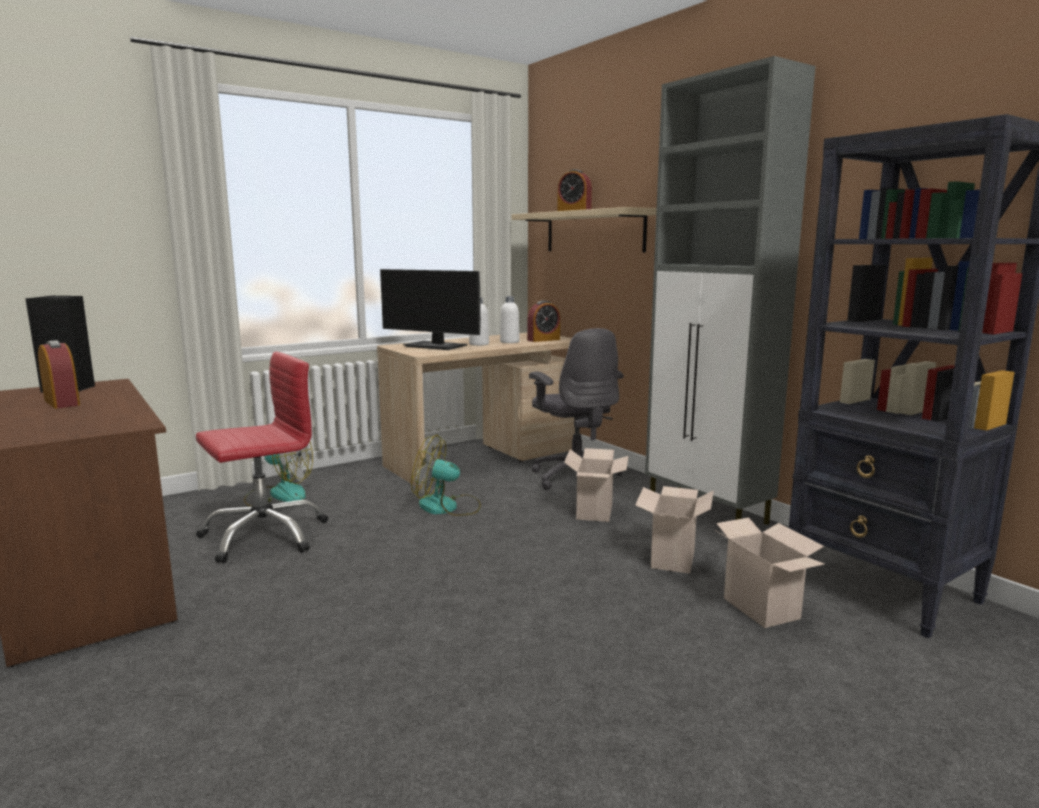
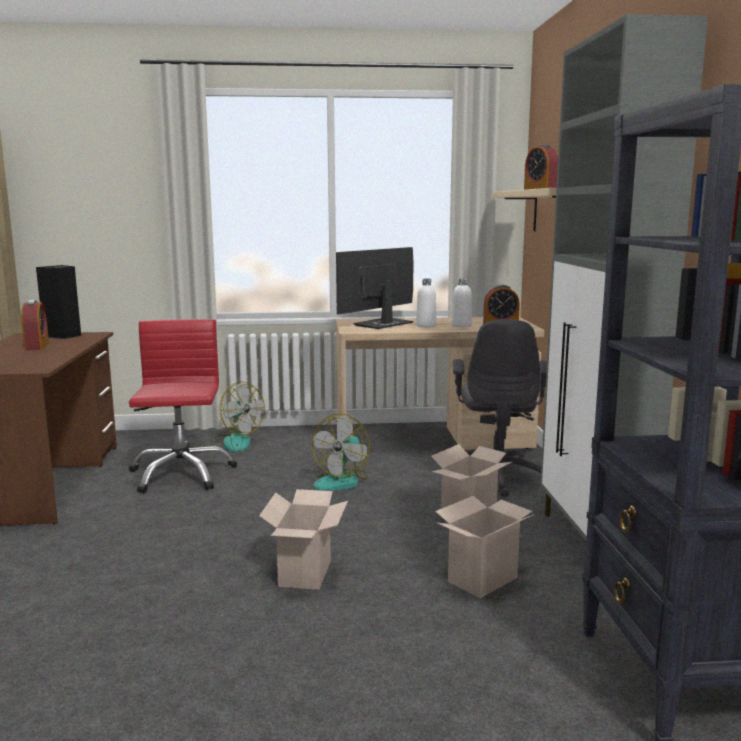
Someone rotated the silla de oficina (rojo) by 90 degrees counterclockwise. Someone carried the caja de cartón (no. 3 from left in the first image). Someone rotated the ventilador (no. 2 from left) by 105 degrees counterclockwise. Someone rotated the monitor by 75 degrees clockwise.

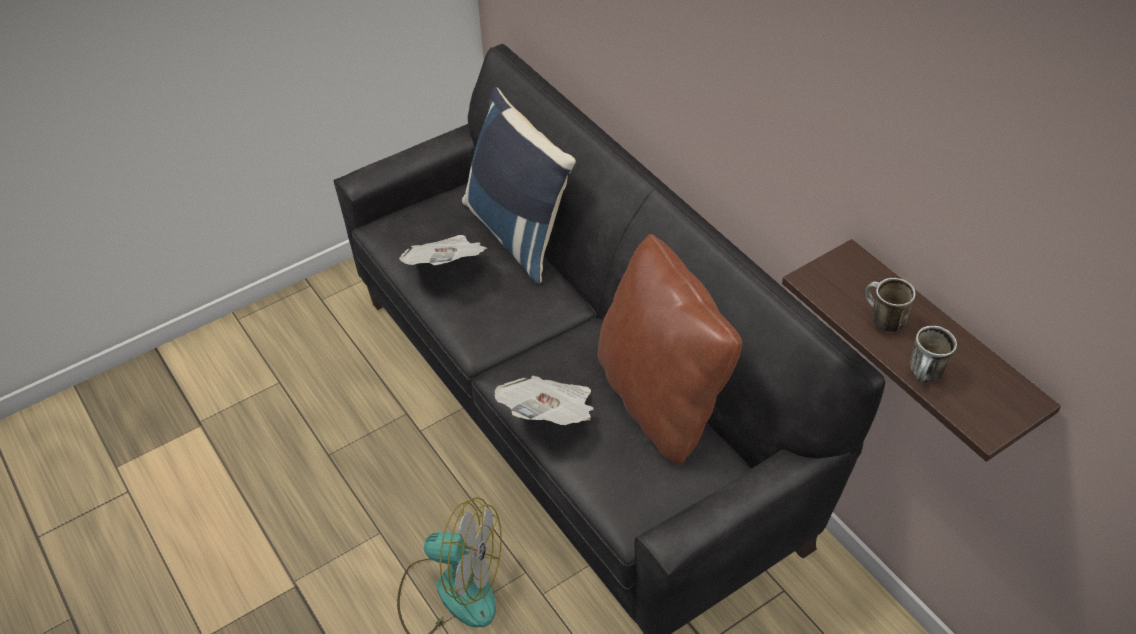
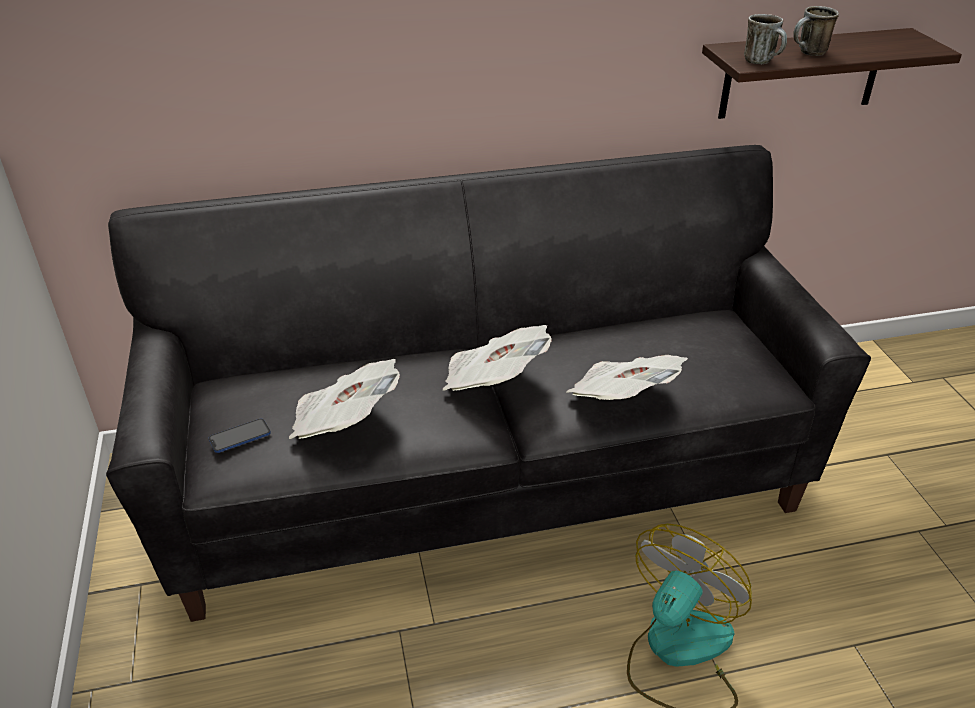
Someone put down the móvil. Someone put down the periódico (no. 2 from left). Someone carried the taza grande (no. 2 from left in the first image). Someone took away the cojín (azul). Someone took away the cojín (marrón).

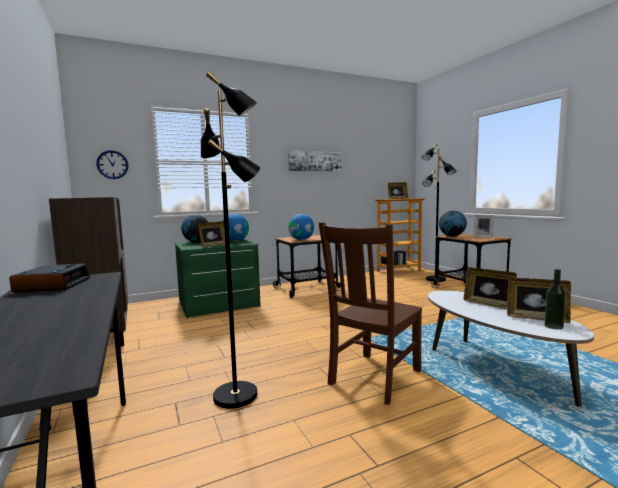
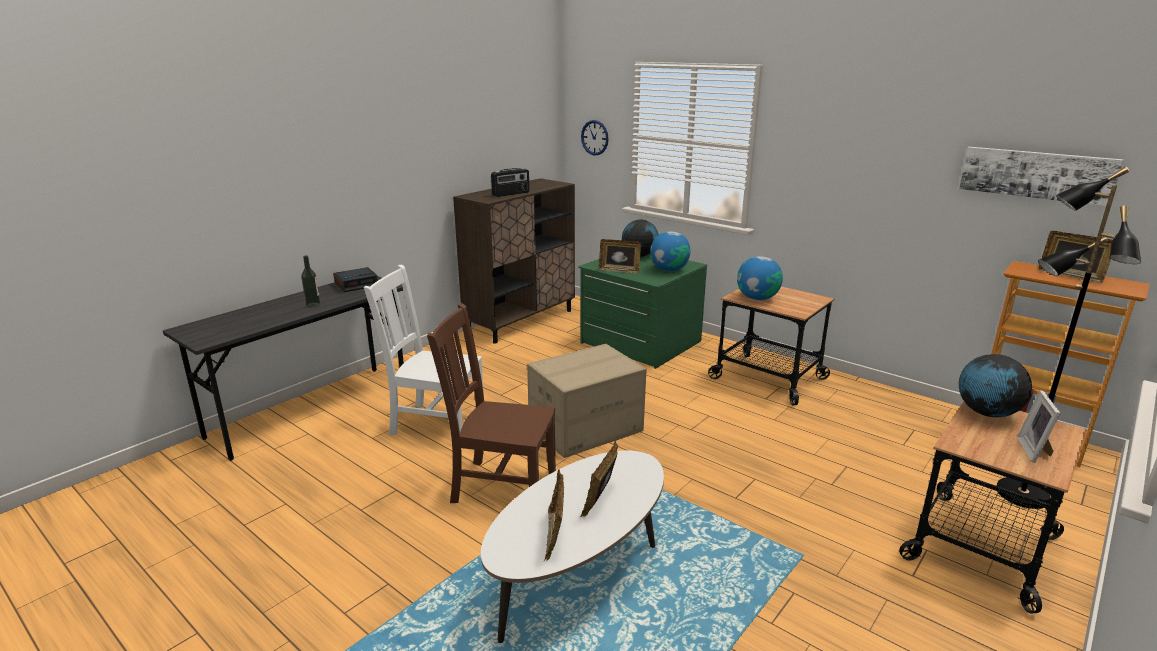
Someone carried the botella. Someone swapped the lámpara de pie (negro) (no. 1 from left) for the silla (blanco). Someone put down the radio. Someone put down the caja de cartón. Someone carried the cuadro.

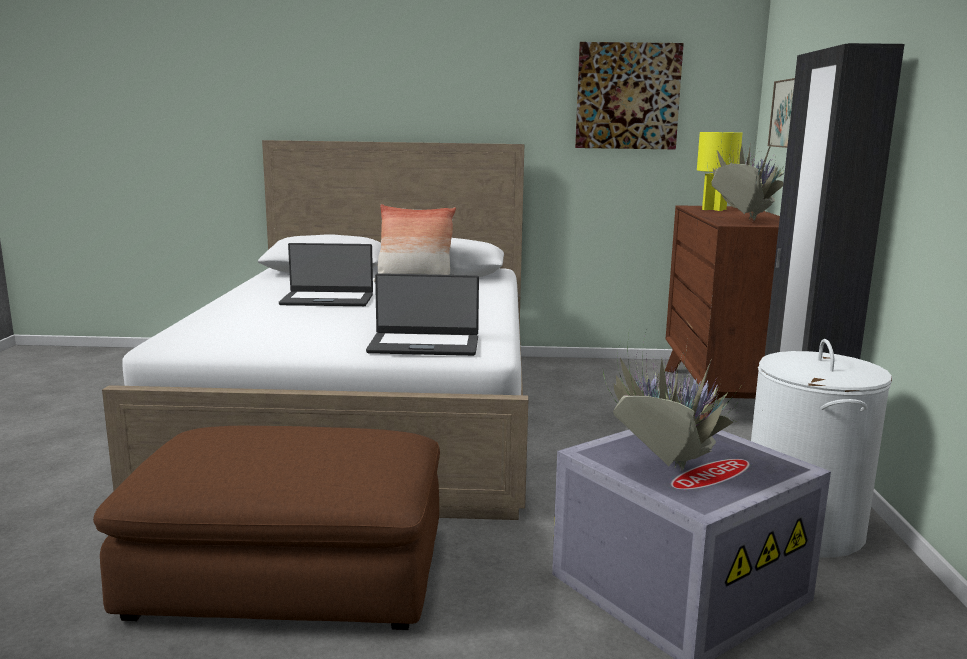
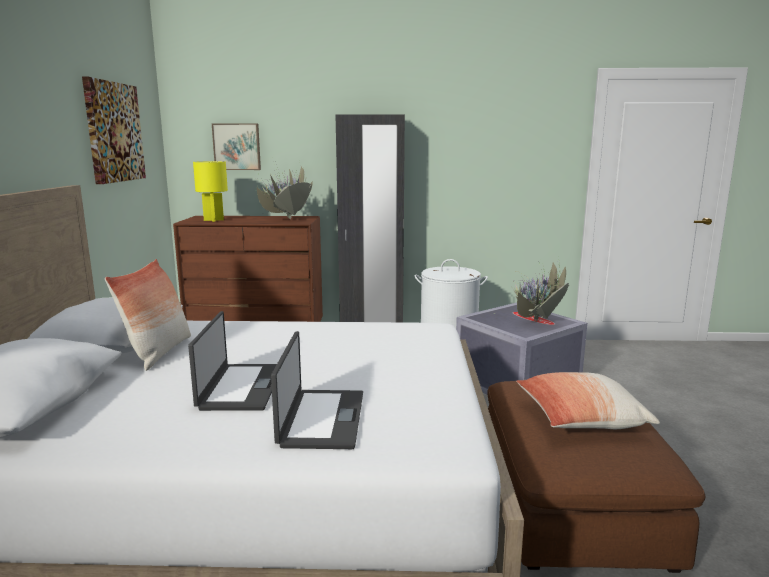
Someone carried the portátil (no. 2 from left). Someone put down the cojín (no. 2 from left).

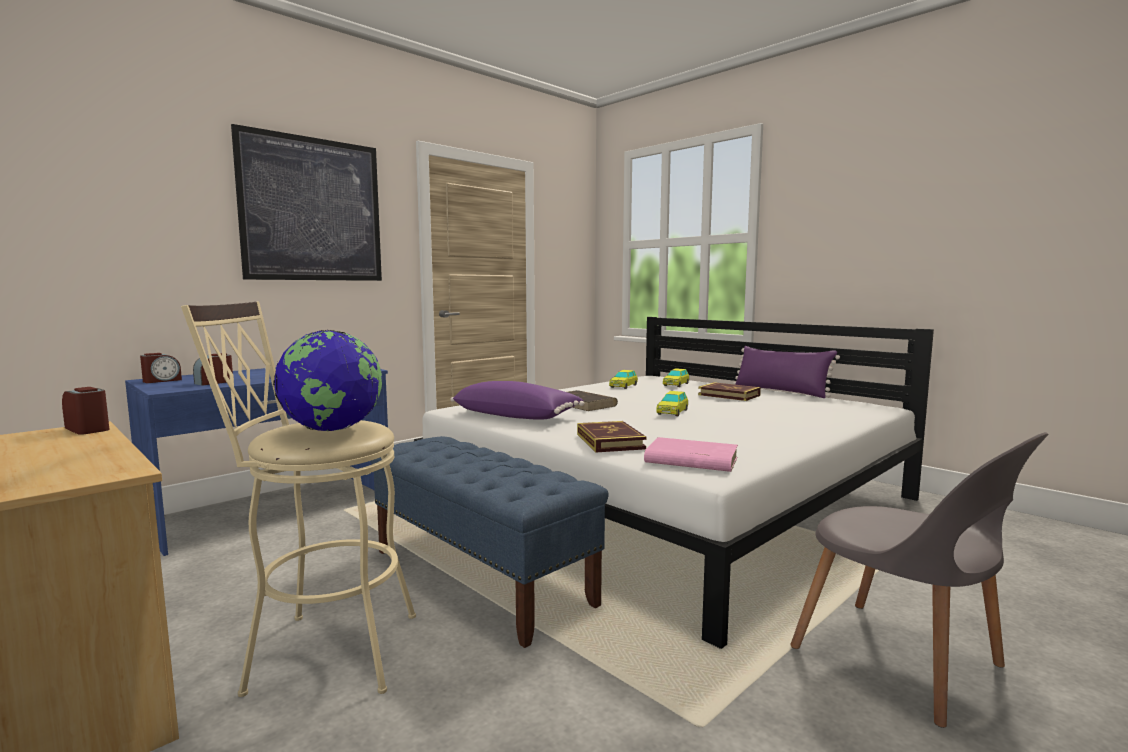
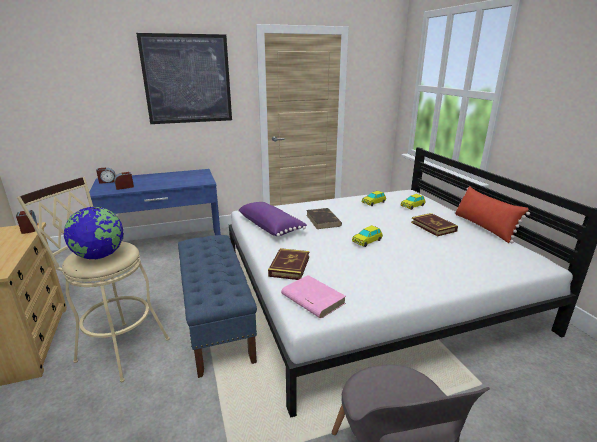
Someone repainted the cojín (morado) (no. 2 from left), which became the cojín (rojo).

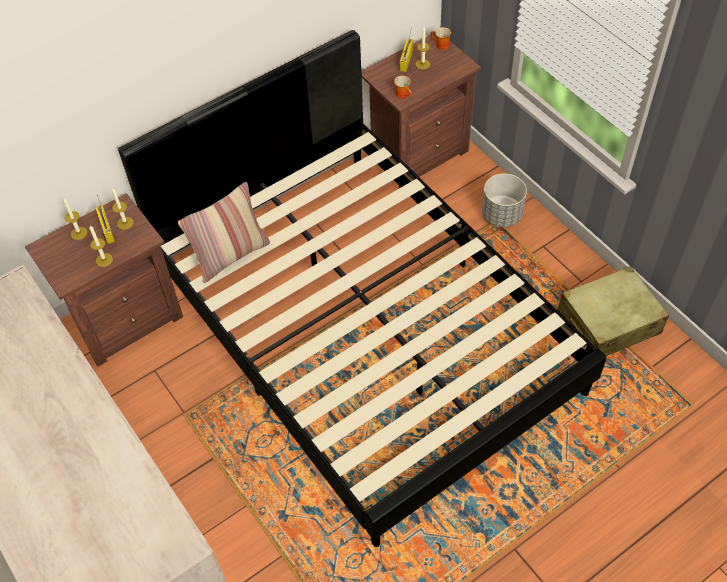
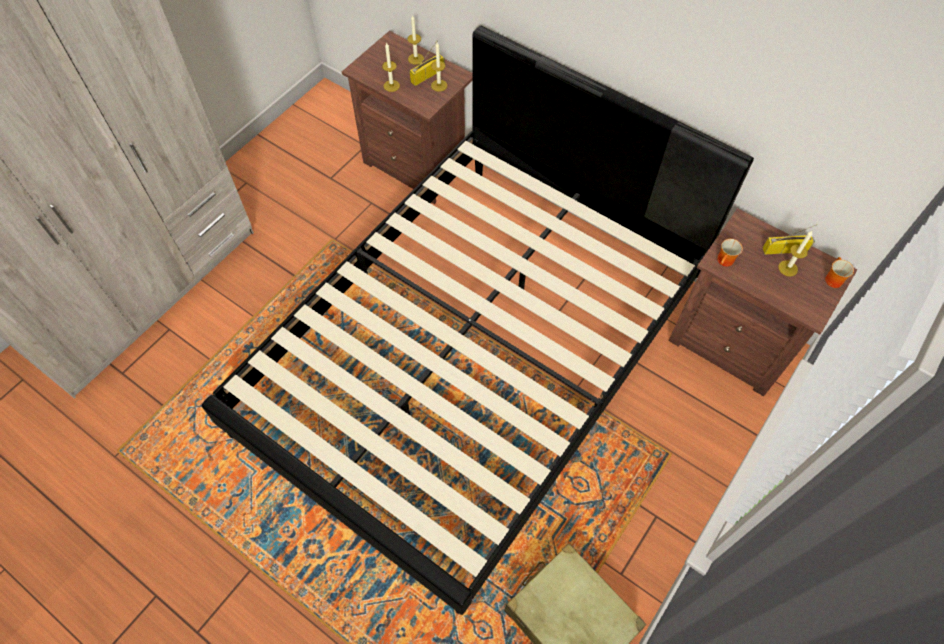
Someone took away the cojín. Someone took away the maceta (gris).

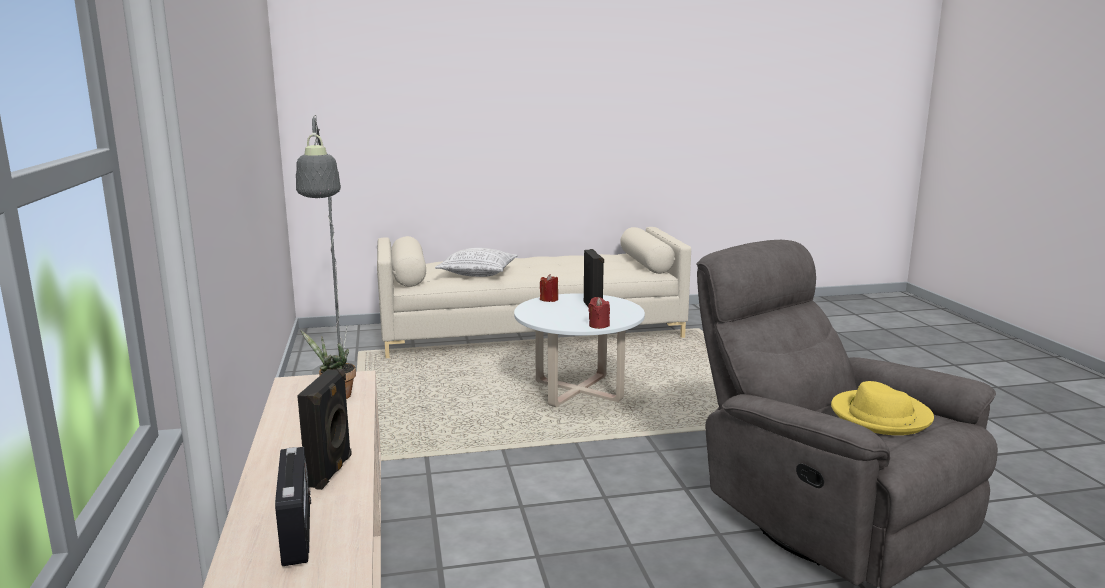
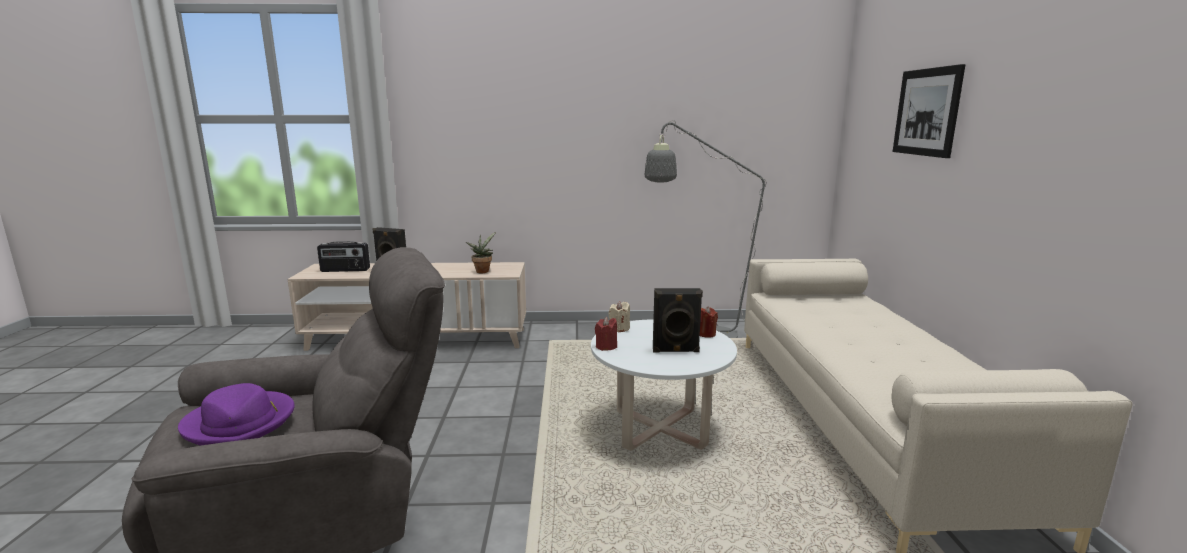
Someone repainted the sombrero (amarillo), which became the sombrero (morado). Someone put down the vela (beis). Someone put up the cuadro. Someone took away the cojín.

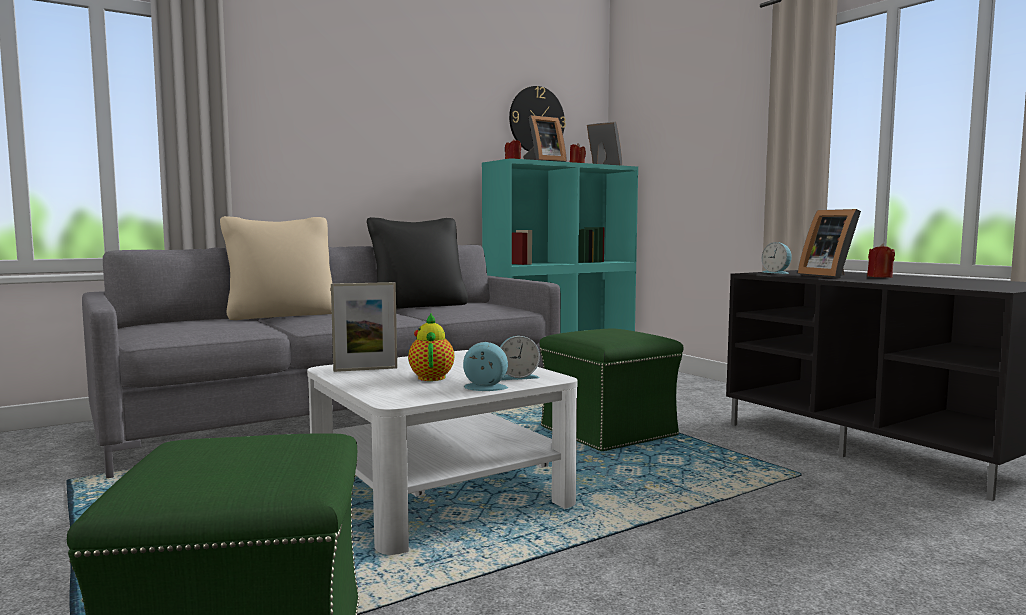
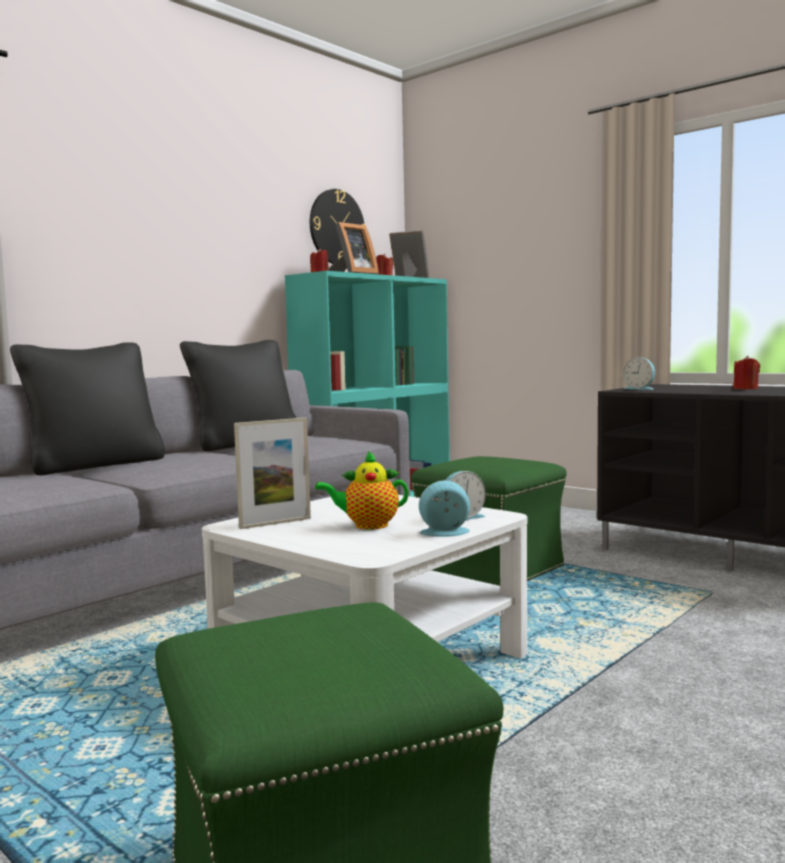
Someone repainted the cojín (beis), which became the cojín (negro) (no. 1 from left). Someone rotated the tetera by 75 degrees counterclockwise. Someone took away the portarretratos (no. 4 from left).

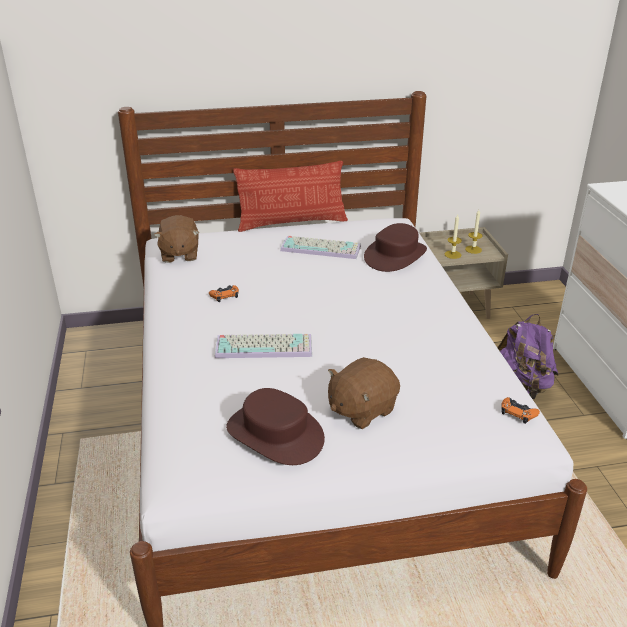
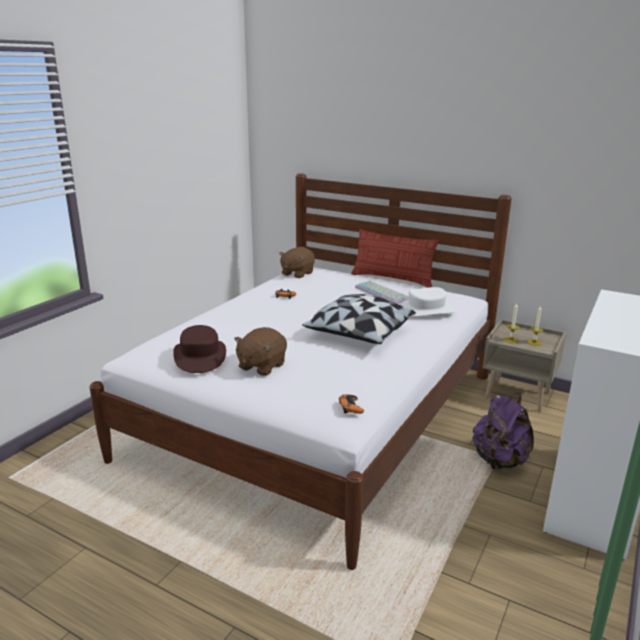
Someone rotated the peluche (marrón) (no. 2 from left in the first image) by 60 degrees counterclockwise. Someone put down the cojín (no. 1 from left). Someone repainted the sombrero (marrón) (no. 2 from left), which became the sombrero (blanco). Someone took away the teclado (no. 1 from left).

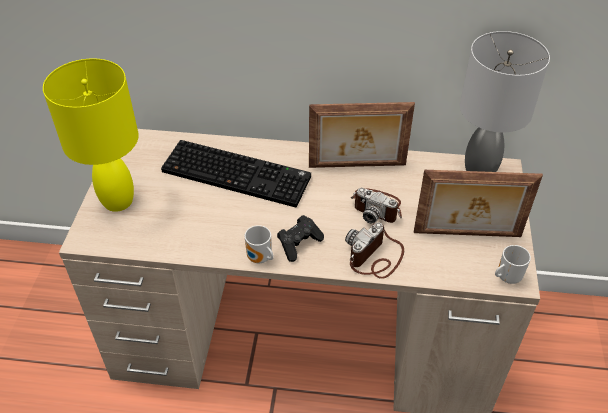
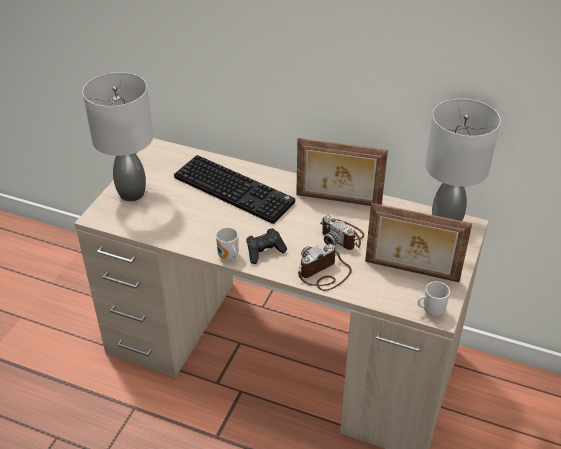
Someone repainted the lámpara de mesa (amarillo), which became the lámpara de mesa (gris) (no. 1 from left).

